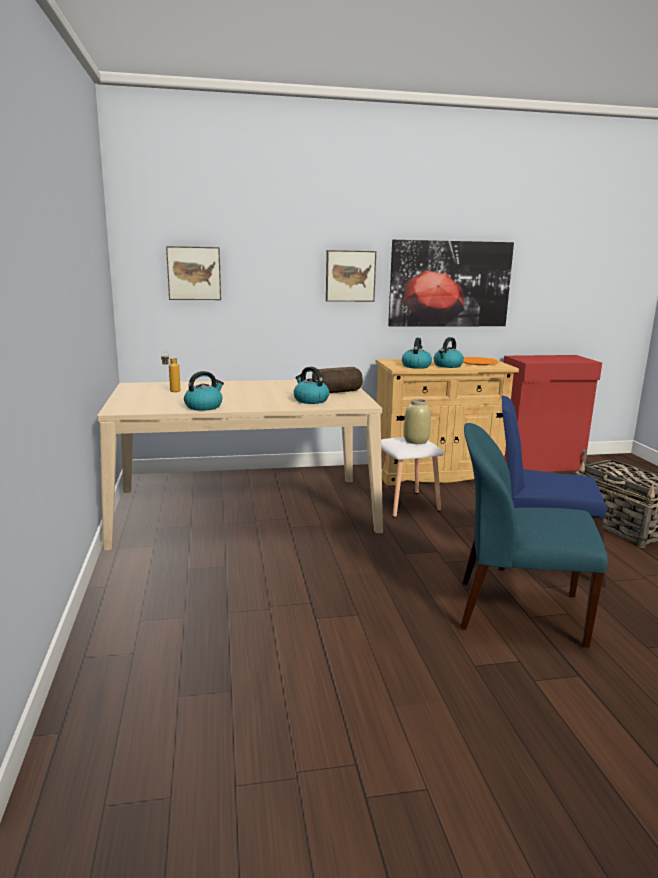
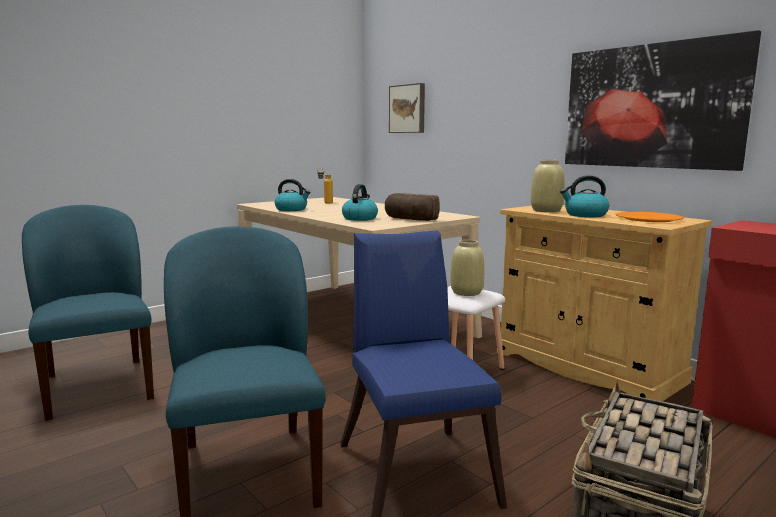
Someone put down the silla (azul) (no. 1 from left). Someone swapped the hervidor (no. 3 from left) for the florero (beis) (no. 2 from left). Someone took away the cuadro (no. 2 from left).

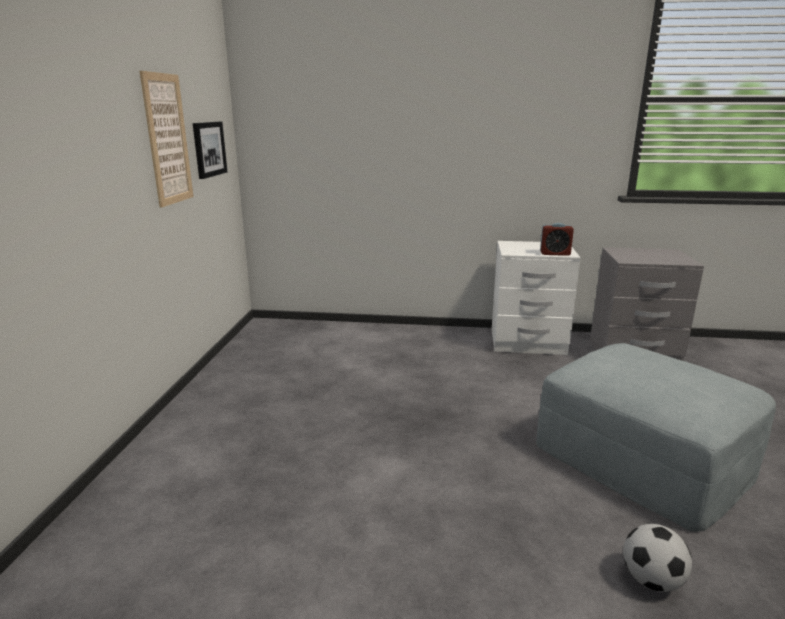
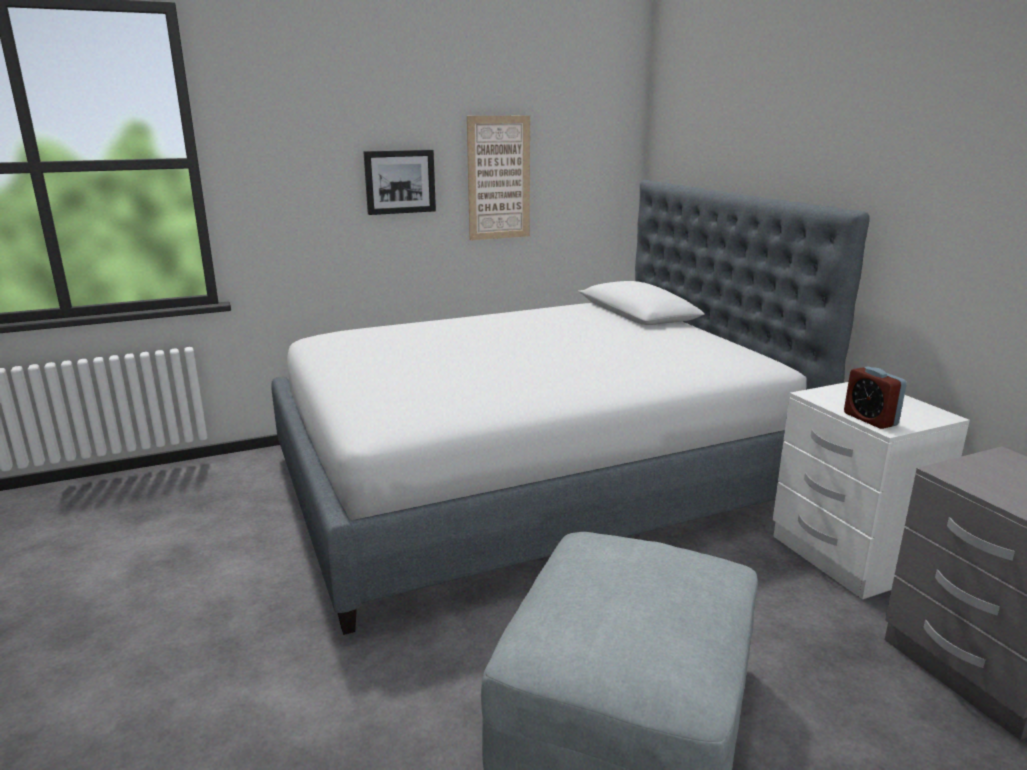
Someone put down the cama. Someone carried the cuadro (no. 2 from left in the first image). Someone took away the balón de fútbol.

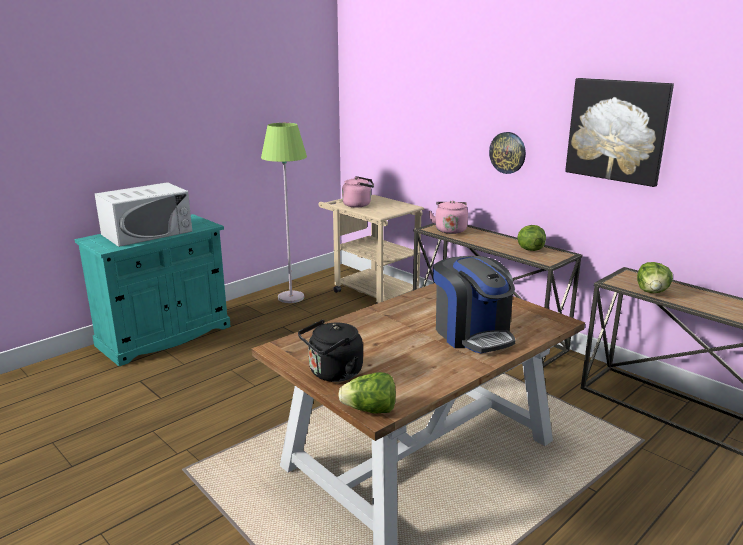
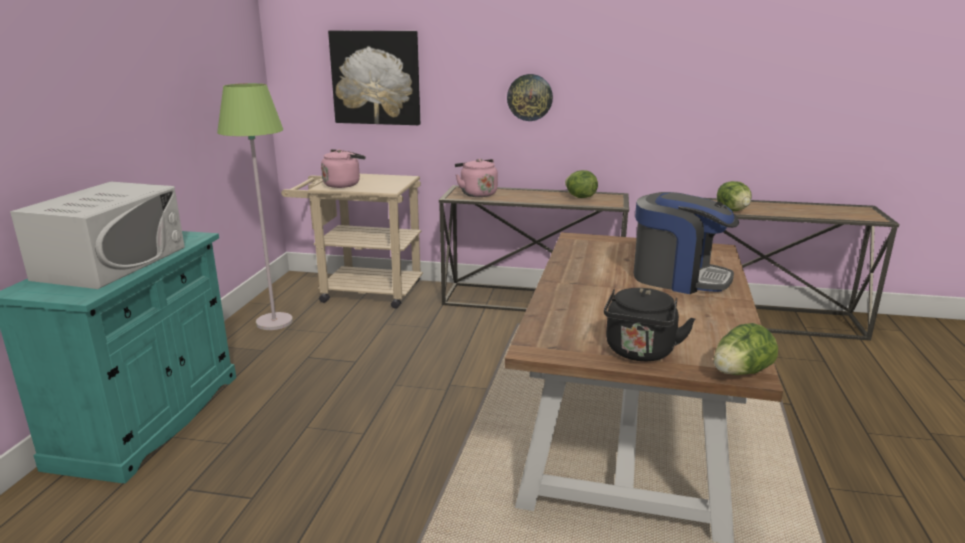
Someone carried the cuadro.

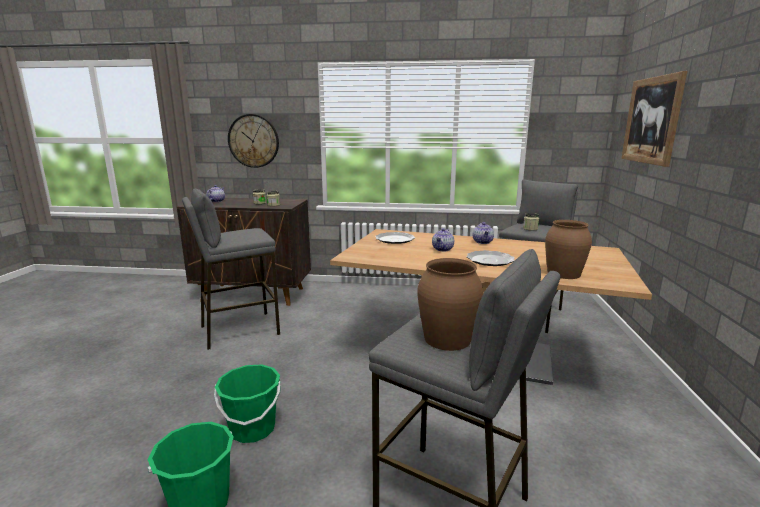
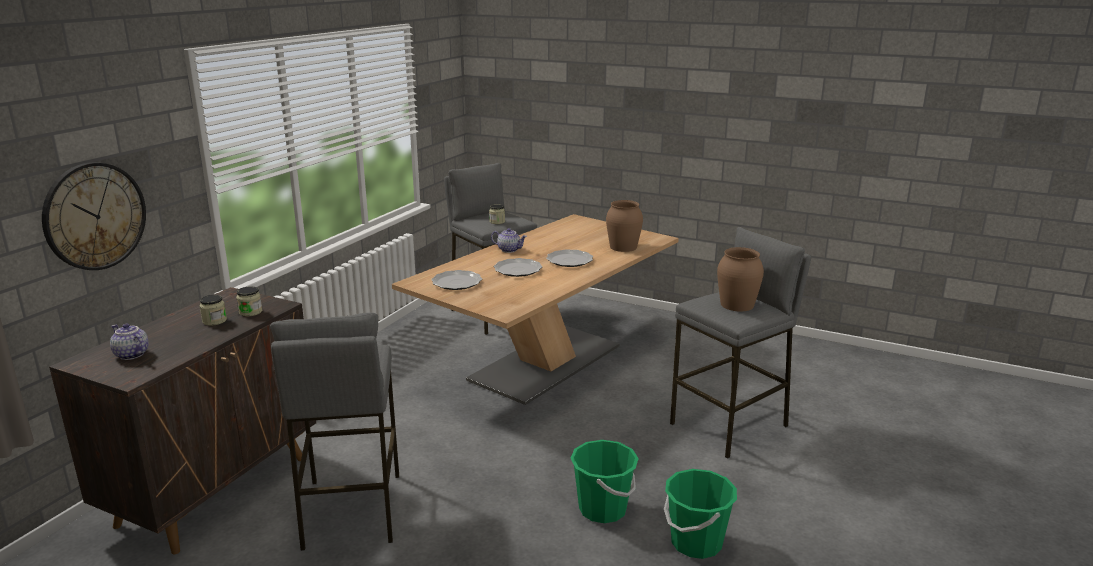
Someone swapped the tetera (no. 2 from left) for the plato (no. 2 from left). Someone took away the cuadro.

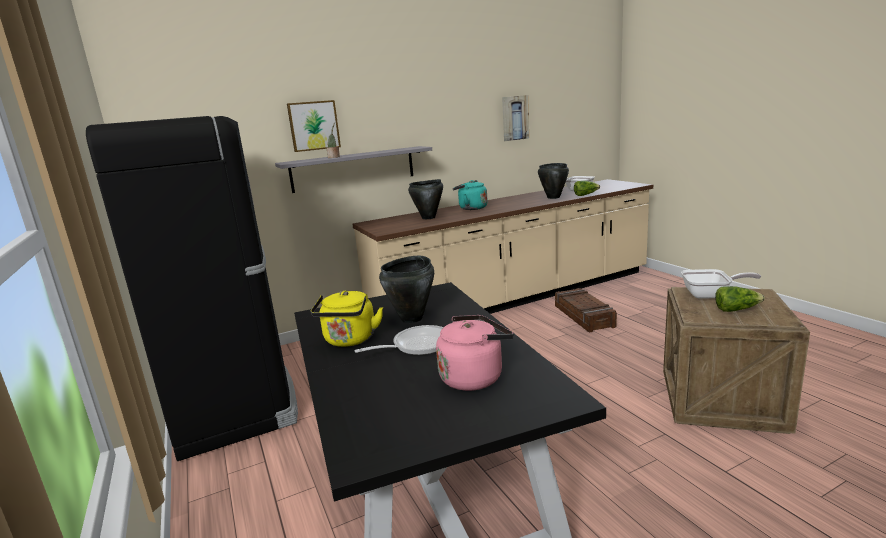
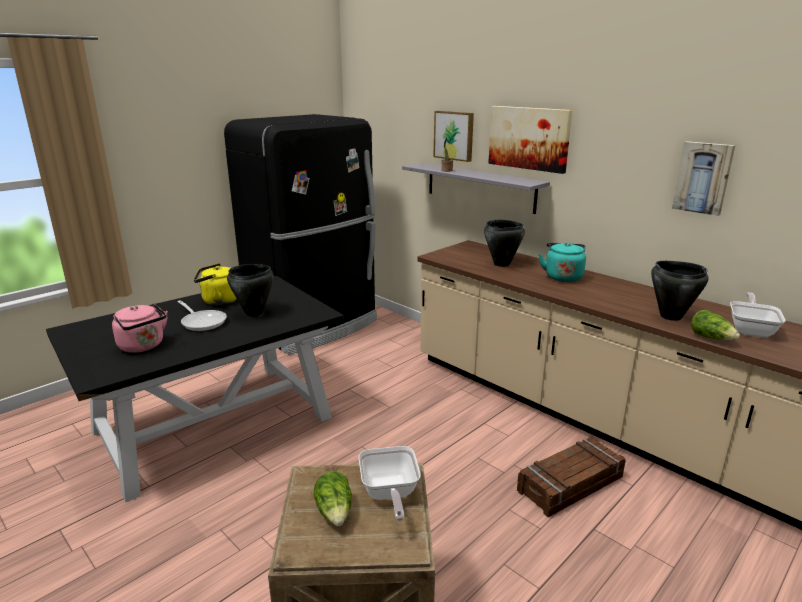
Someone put up the cuadro (no. 2 from left).

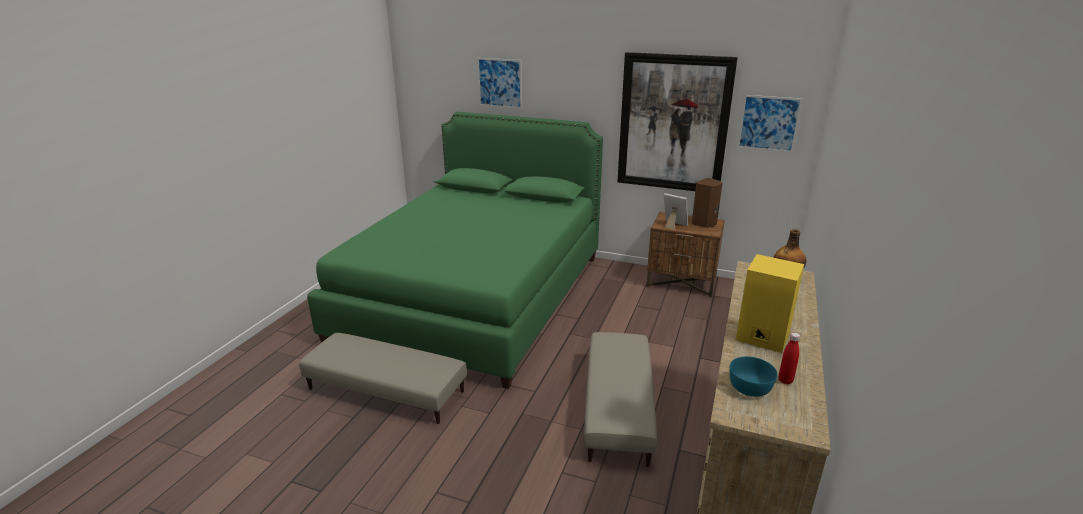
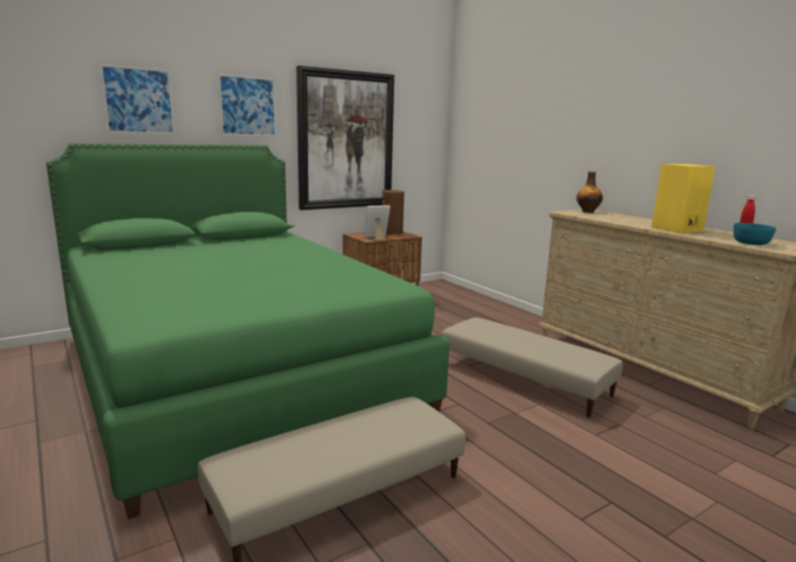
Someone carried the cuadro (no. 3 from left in the first image).

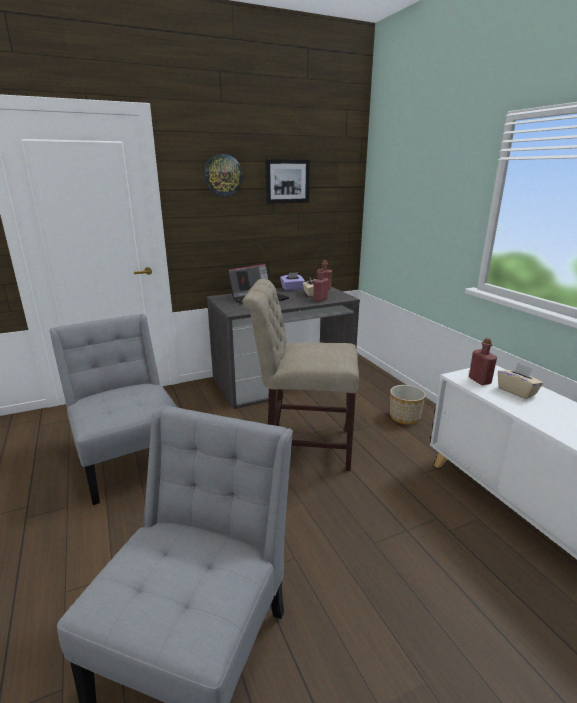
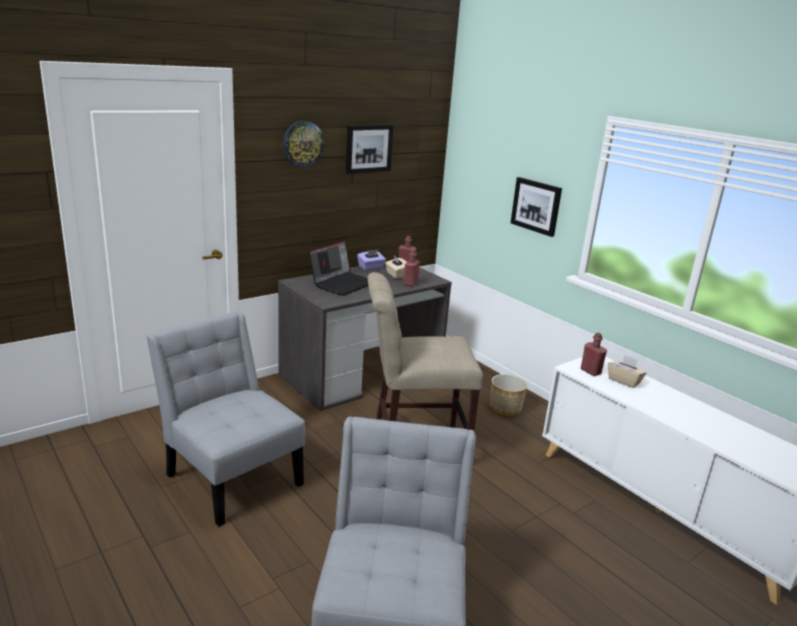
Someone put up the cuadro (no. 2 from left).

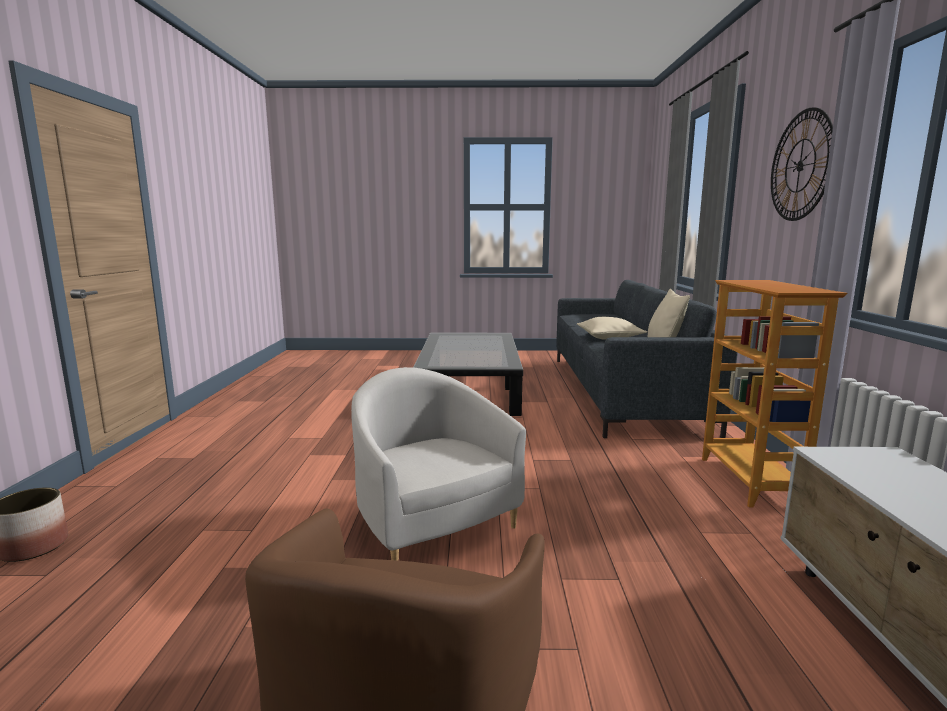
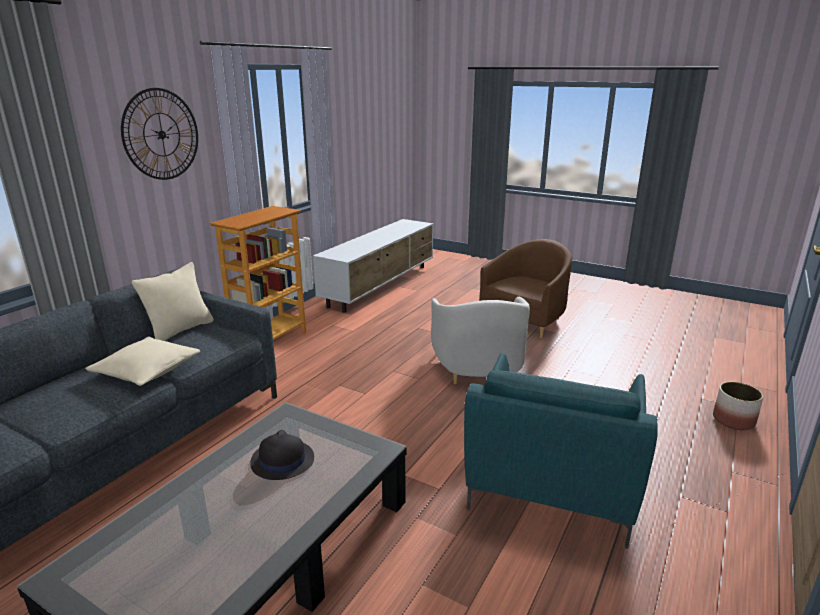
Someone put down the sombrero (negro). Someone put down the sillón (turquesa).

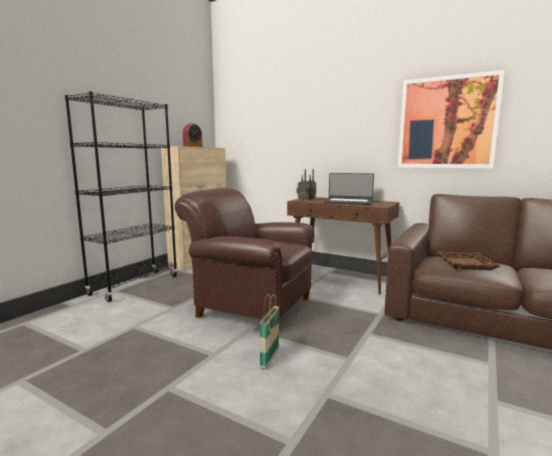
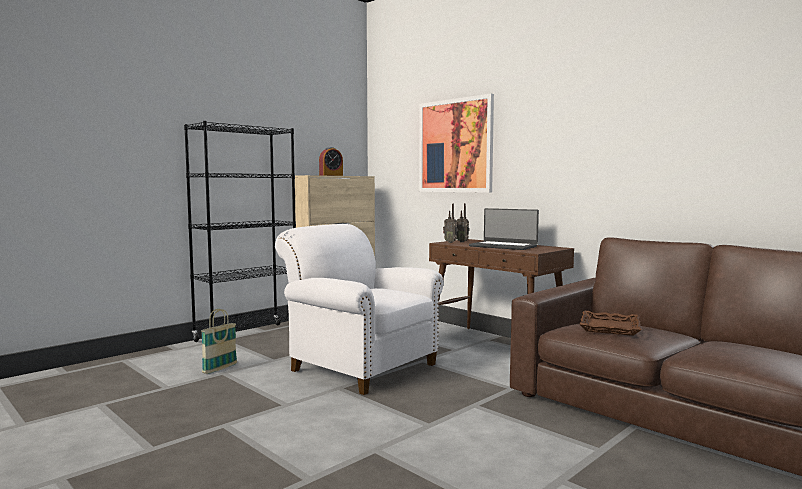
Someone carried the cesta. Someone repainted the sillón (marrón), which became the sillón (blanco). Someone carried the cuadro.

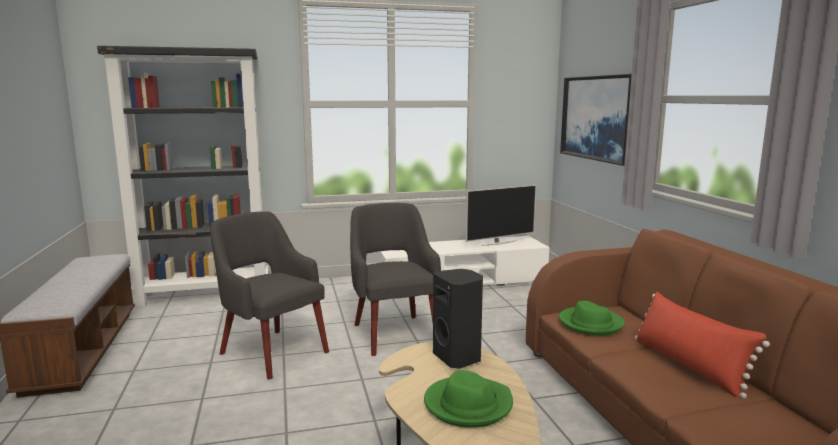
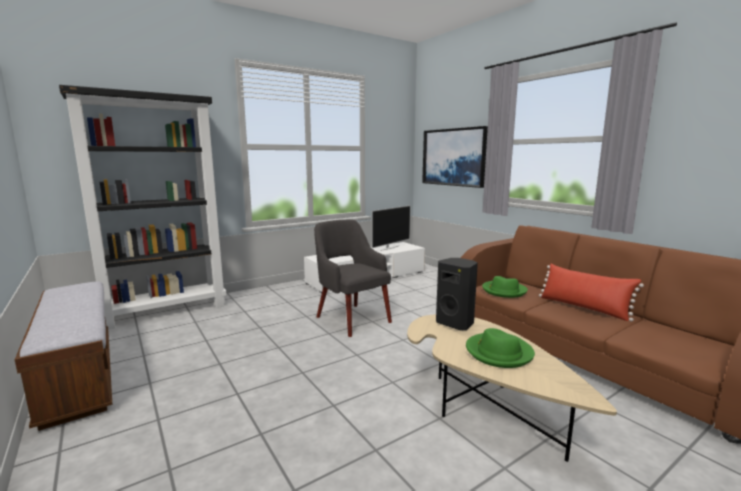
Someone took away the sillón (gris) (no. 1 from left).

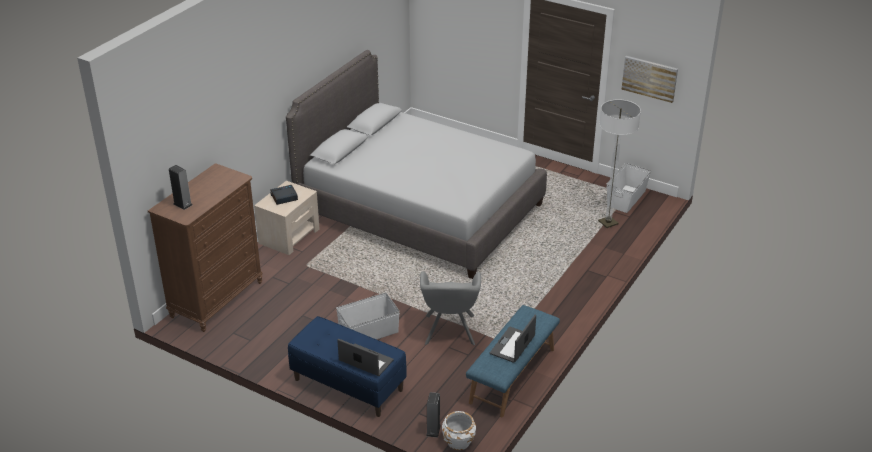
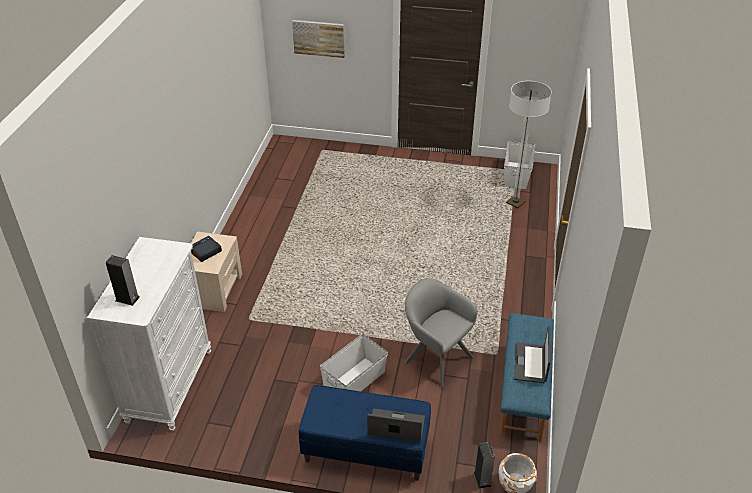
Someone repainted the cómoda (marrón), which became the cómoda (blanco). Someone carried the cuadro. Someone rotated the sillón (gris) by 150 degrees clockwise. Someone took away the cama (gris).

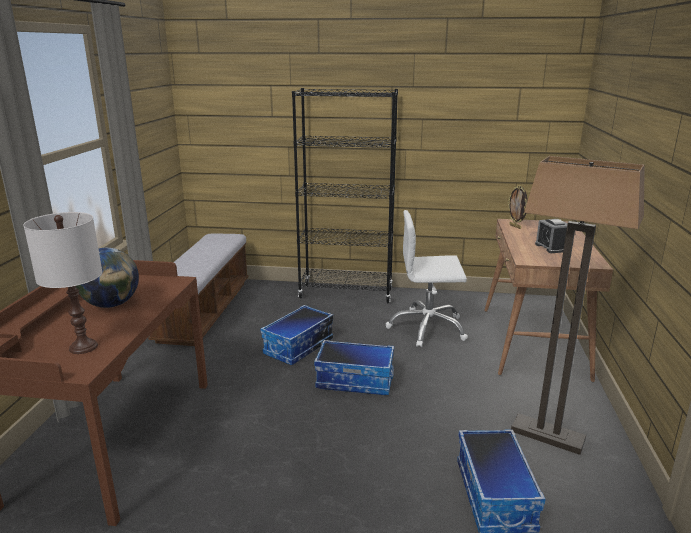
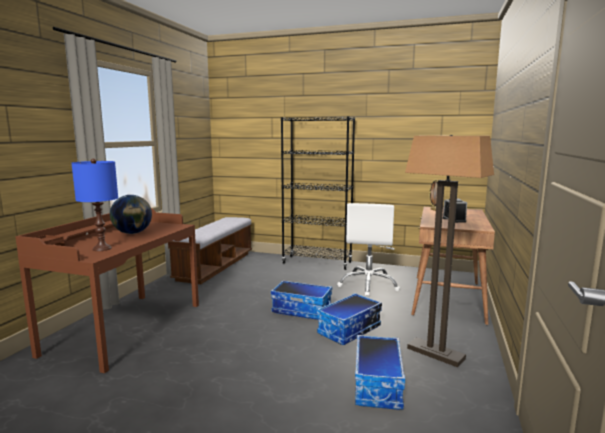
Someone repainted the lámpara de mesa (blanco), which became the lámpara de mesa (azul). Someone carried the caja de almacenaje (no. 1 from left in the first image). Someone rotated the silla de oficina (blanco) by 90 degrees counterclockwise.

